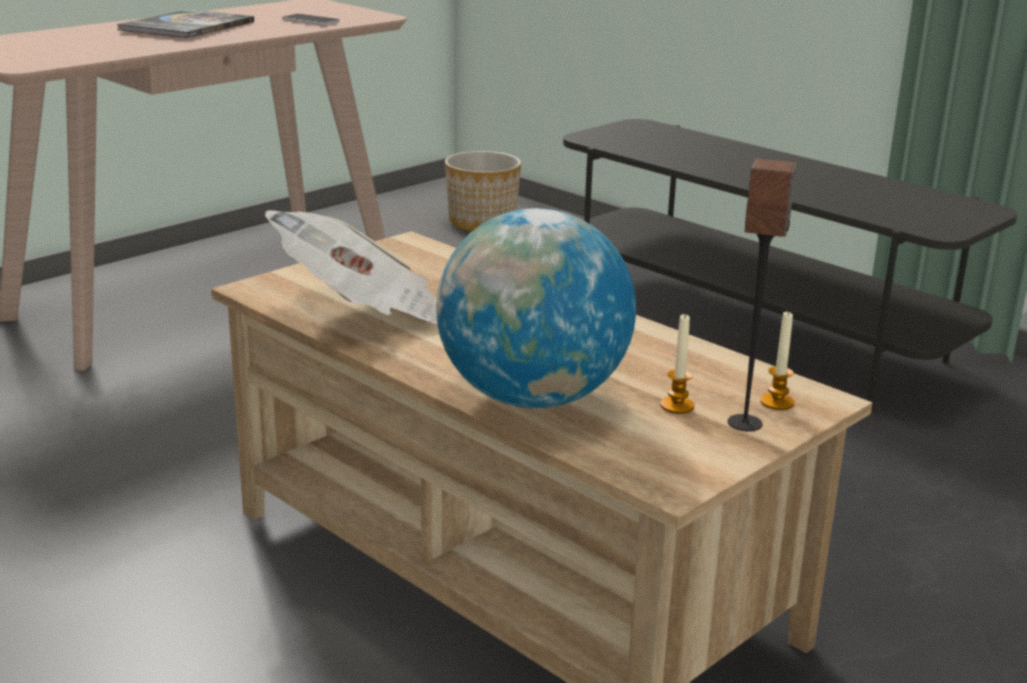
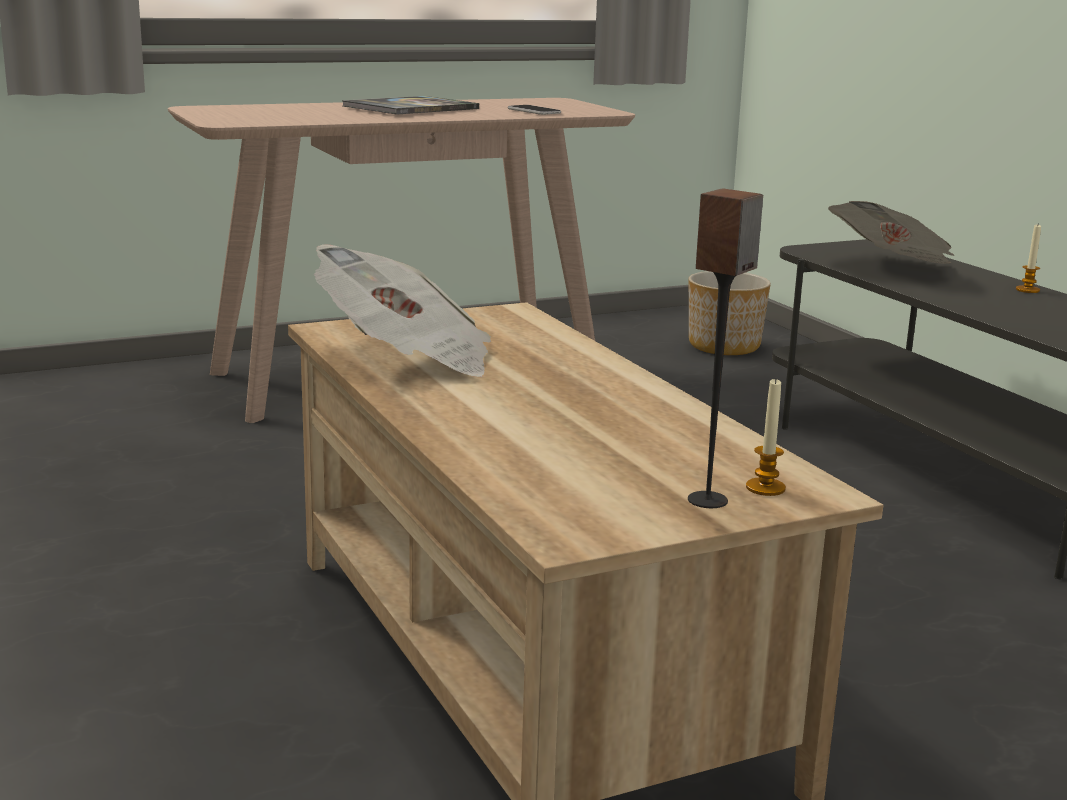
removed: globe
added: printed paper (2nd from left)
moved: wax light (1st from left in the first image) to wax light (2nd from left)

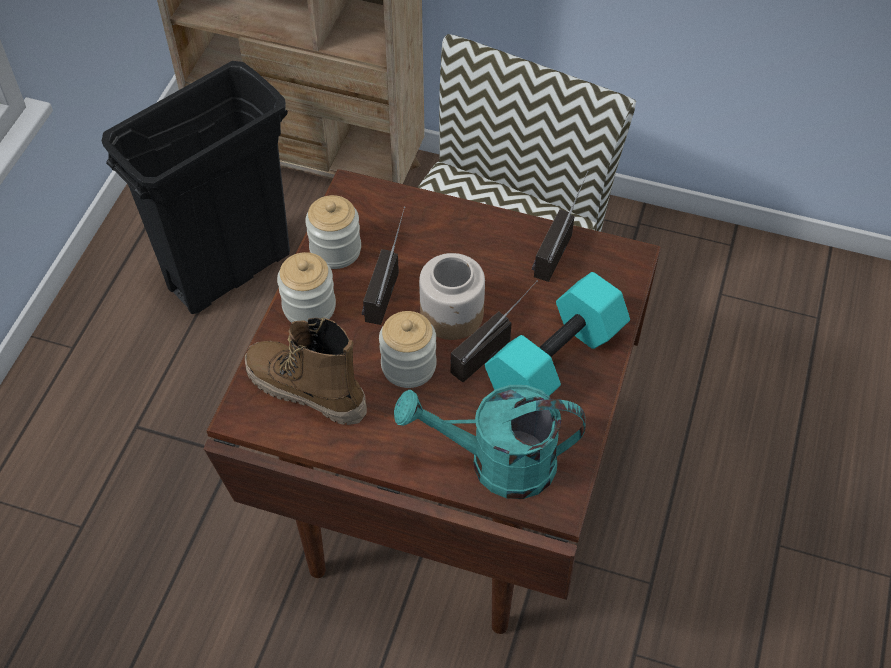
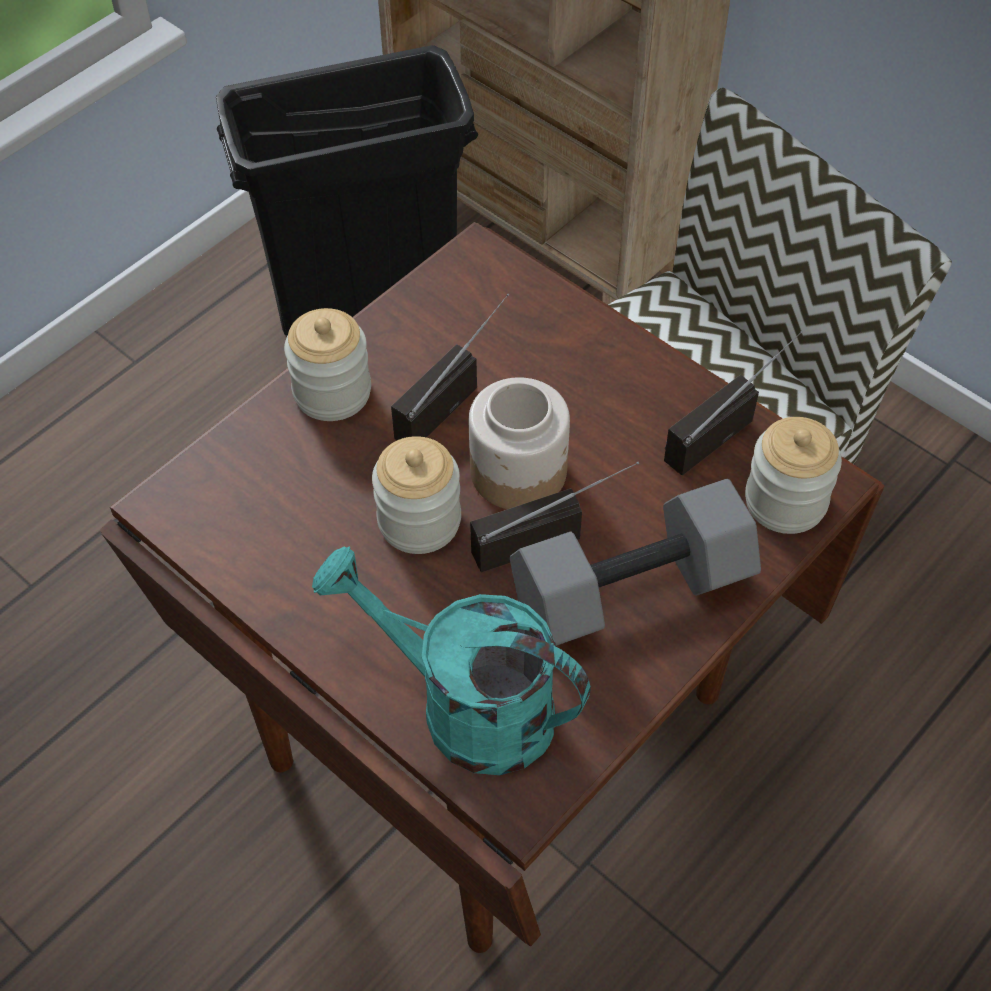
removed: boot
moved: jar (2nd from left in the first image) to jar (4th from left)
recoloured: blue-green hand weight to grey hand weight

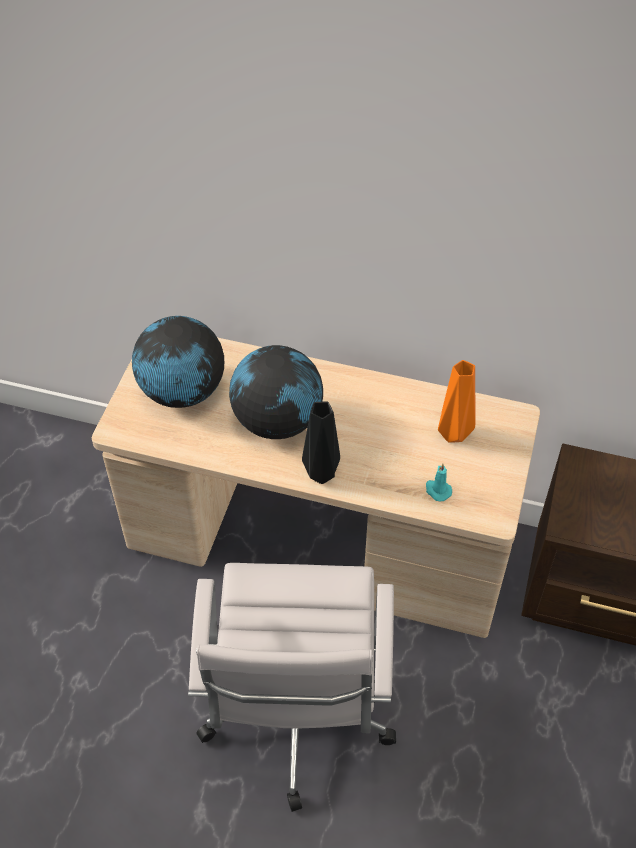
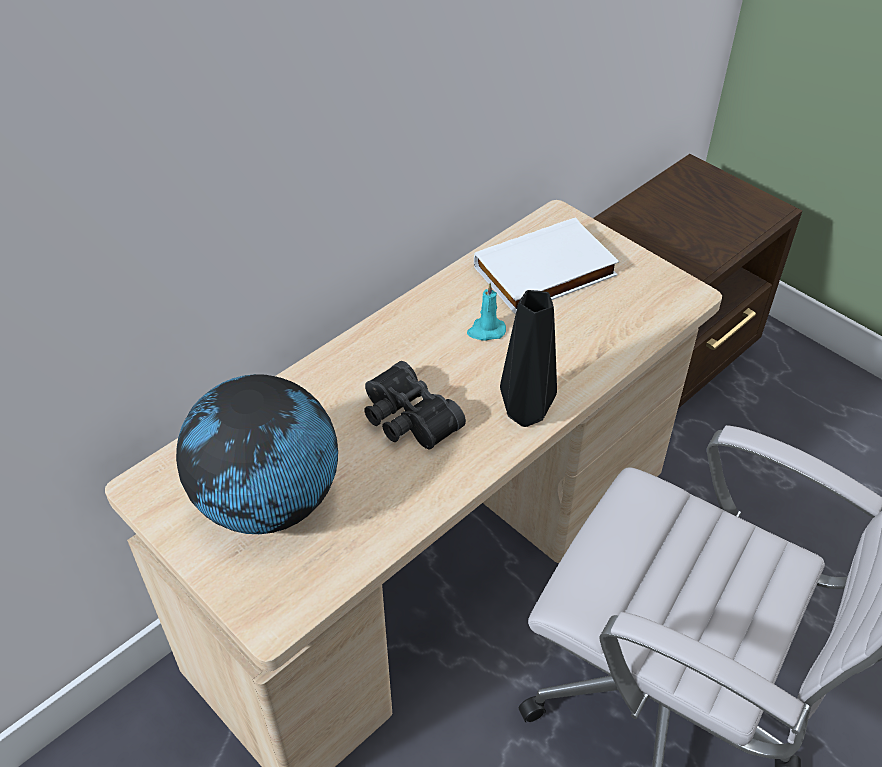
moved: blue-green wax light
replaced: globe (2nd from left) to black pair of binoculars; orange-coloured decorative vase to white book

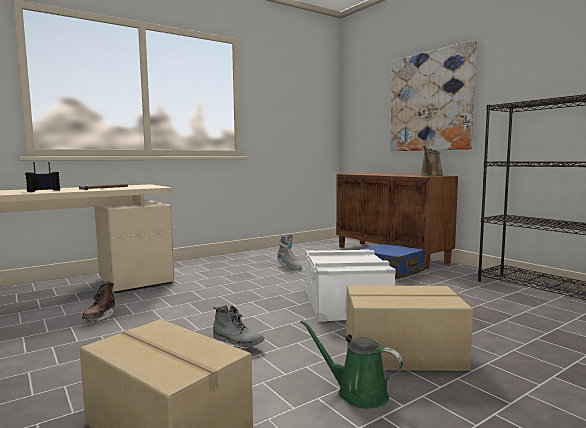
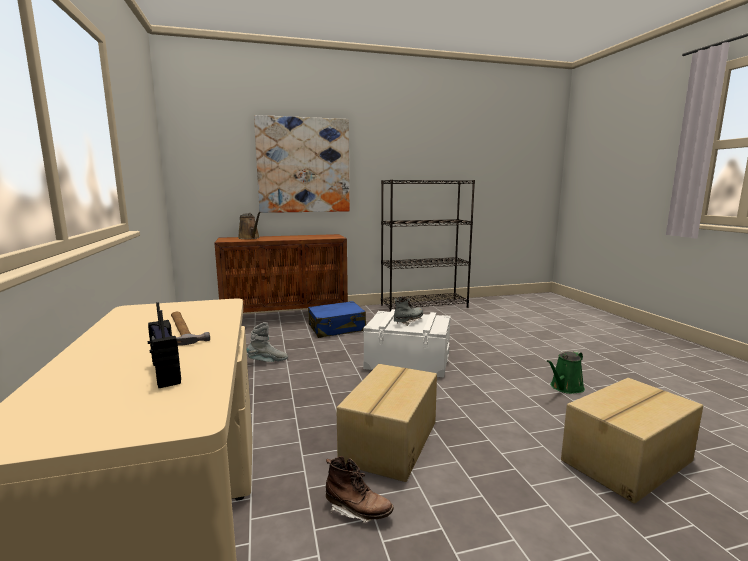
moved: grey boot (1st from left in the first image) to grey boot (2nd from left); carton (2nd from left in the first image) to carton (1st from left); brown-coloured watering pot

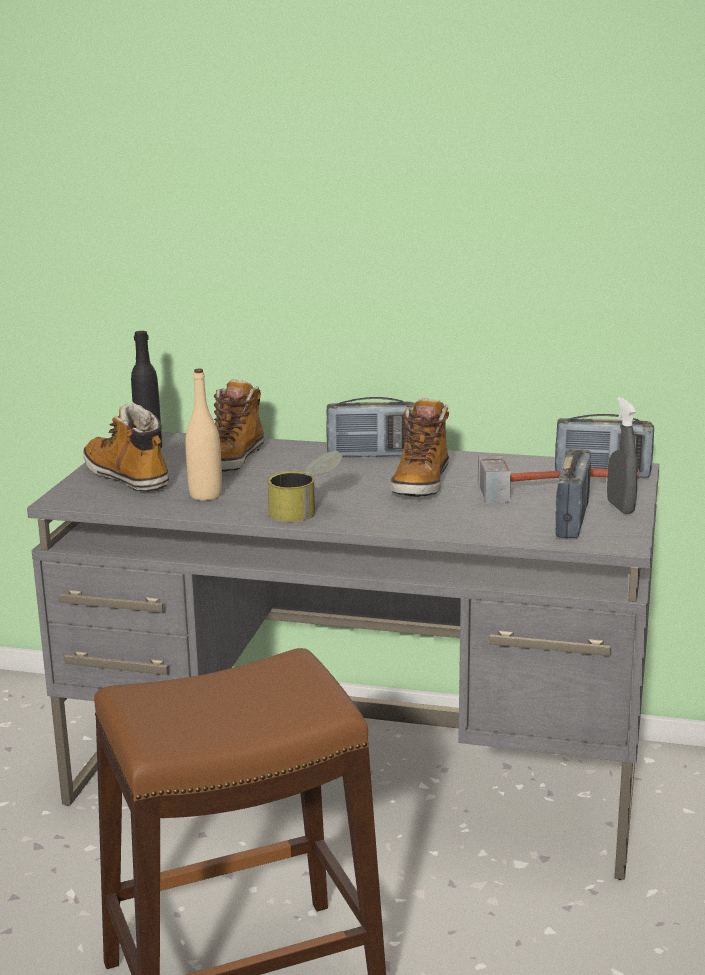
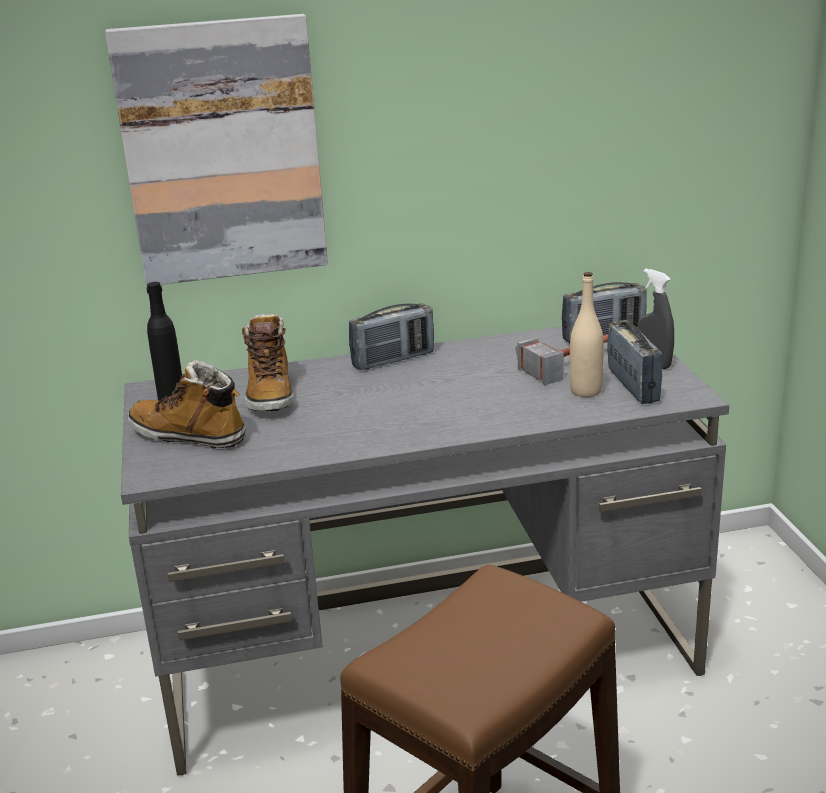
removed: sealed can; boot (3rd from left)
added: wall art
moved: beige-coloured bottle

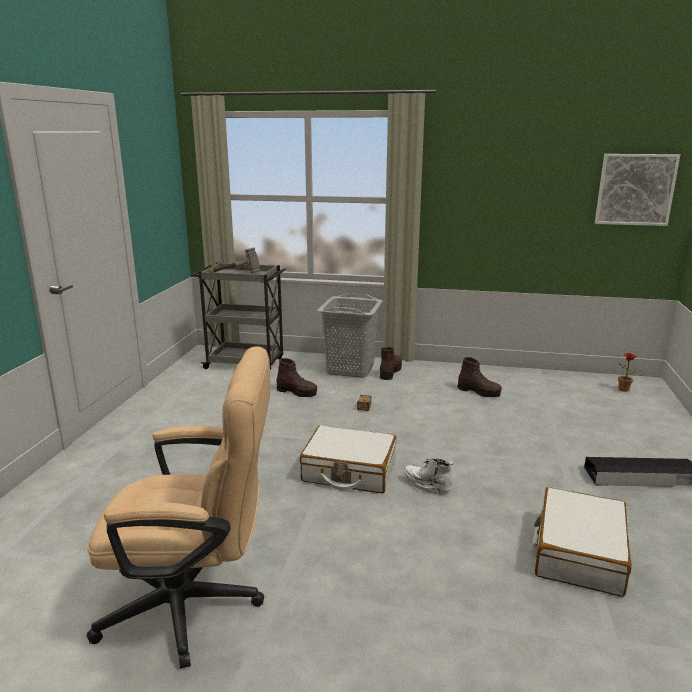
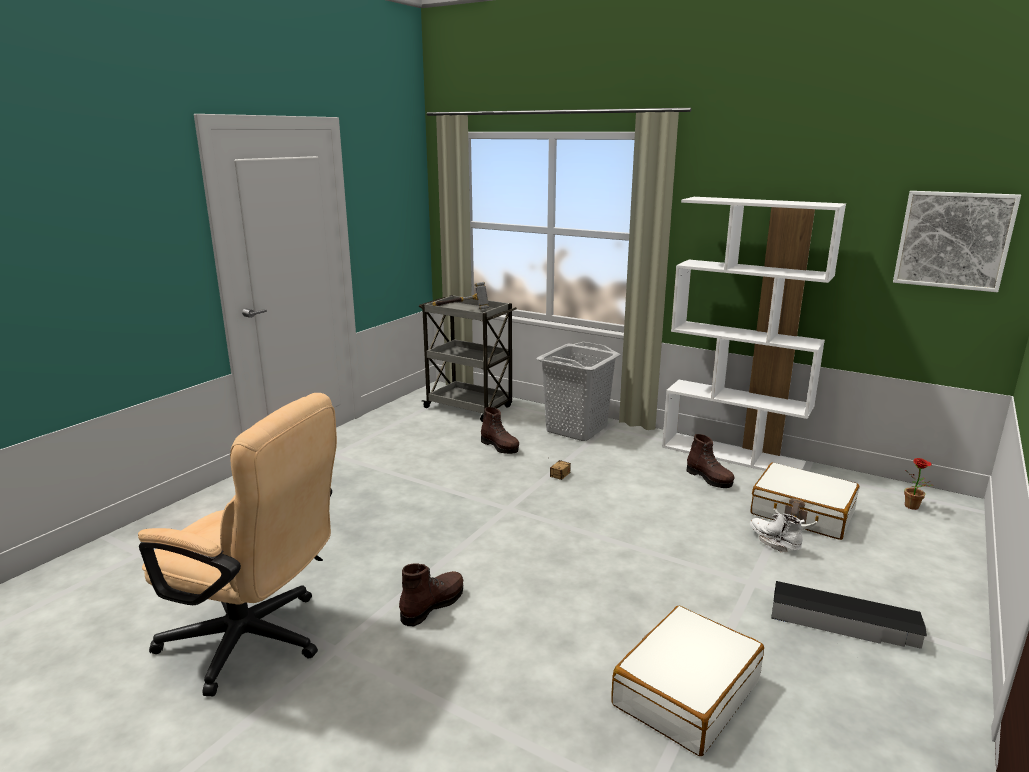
added: white shelving unit
moved: white suitcase (1st from left in the first image) to white suitcase (2nd from left); brown-coloured boot (2nd from left in the first image) to brown-coloured boot (1st from left); white boot

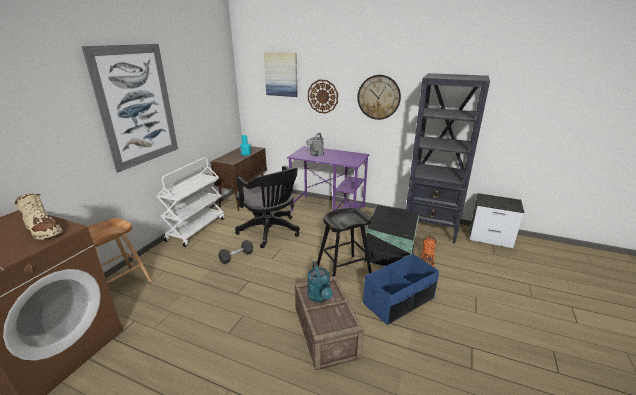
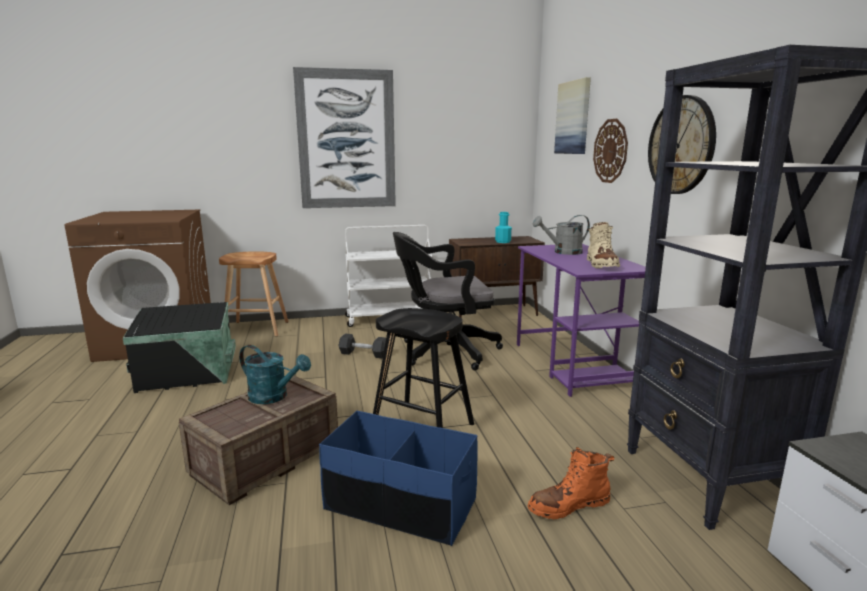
moved: beige-coloured boot; black storage box
turned: black computer chair 60 degrees clockwise; blue-green watering pot 105 degrees counterclockwise

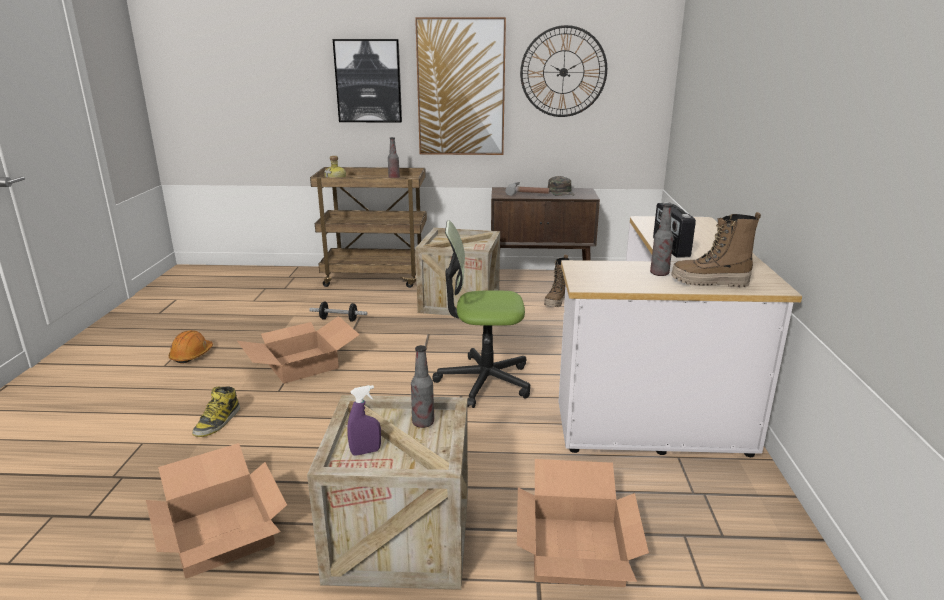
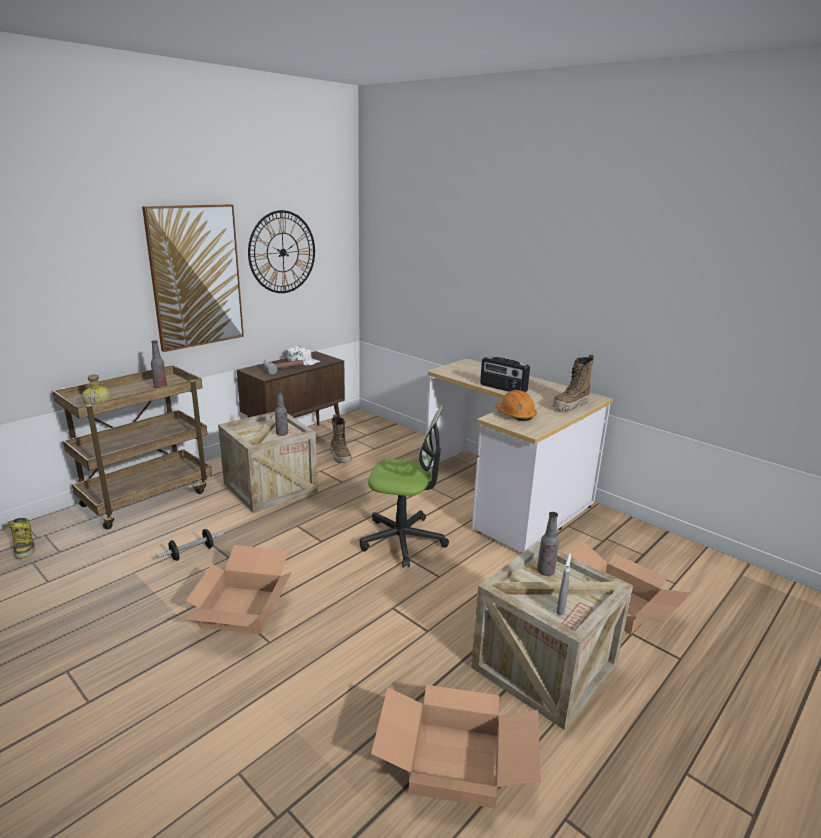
removed: wall art (1st from left)
moved: orange-coloured safety helmet; boot (1st from left); bottle (4th from left in the first image) to bottle (3rd from left)
recoloured: purple-coloured sprayer to grey sprayer; green baseball cap to white baseball cap
turned: computer chair 120 degrees counterclockwise

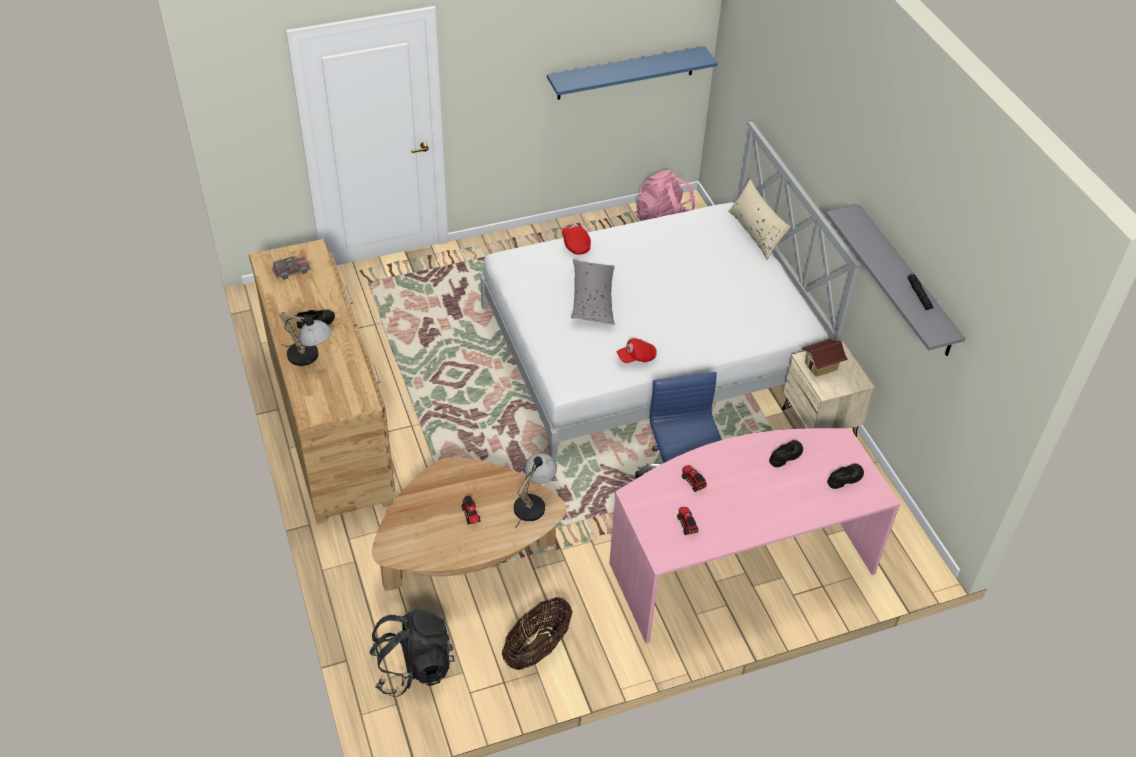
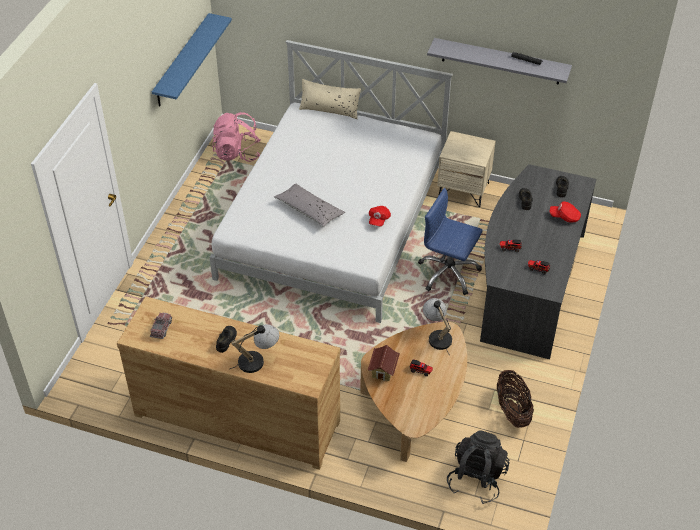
moved: red-coloured baseball cap (1st from left in the first image) to red-coloured baseball cap (2nd from left); toy house
recoloured: pink desk table to grey desk table

